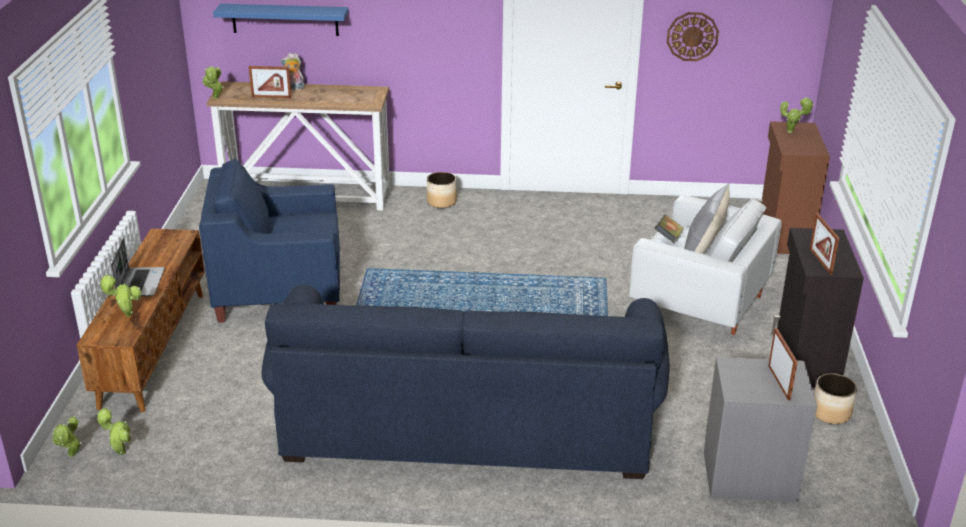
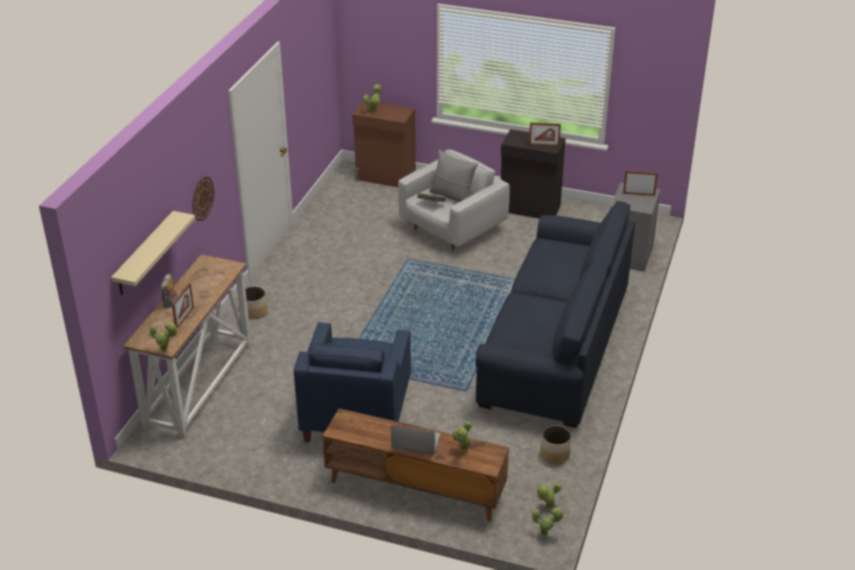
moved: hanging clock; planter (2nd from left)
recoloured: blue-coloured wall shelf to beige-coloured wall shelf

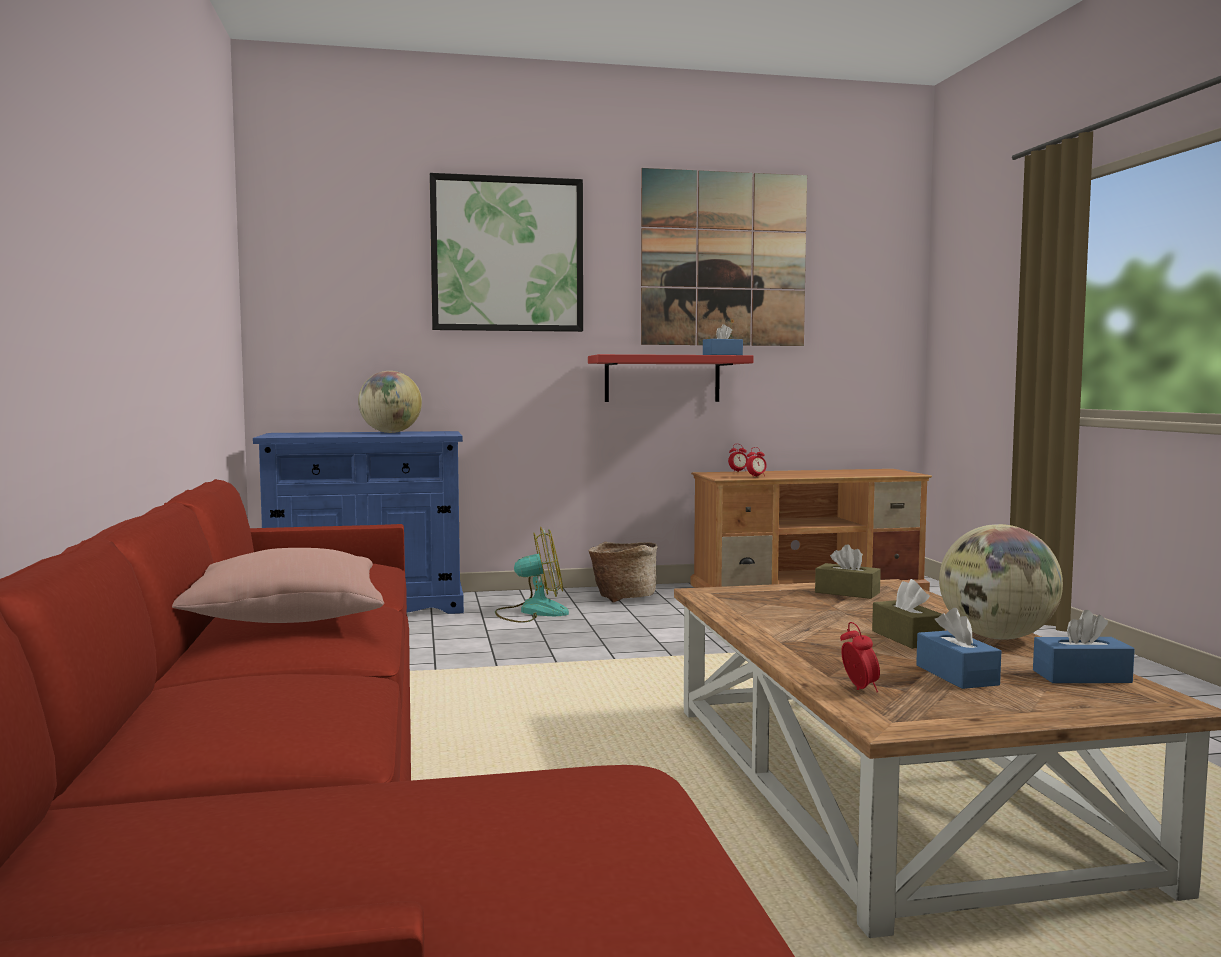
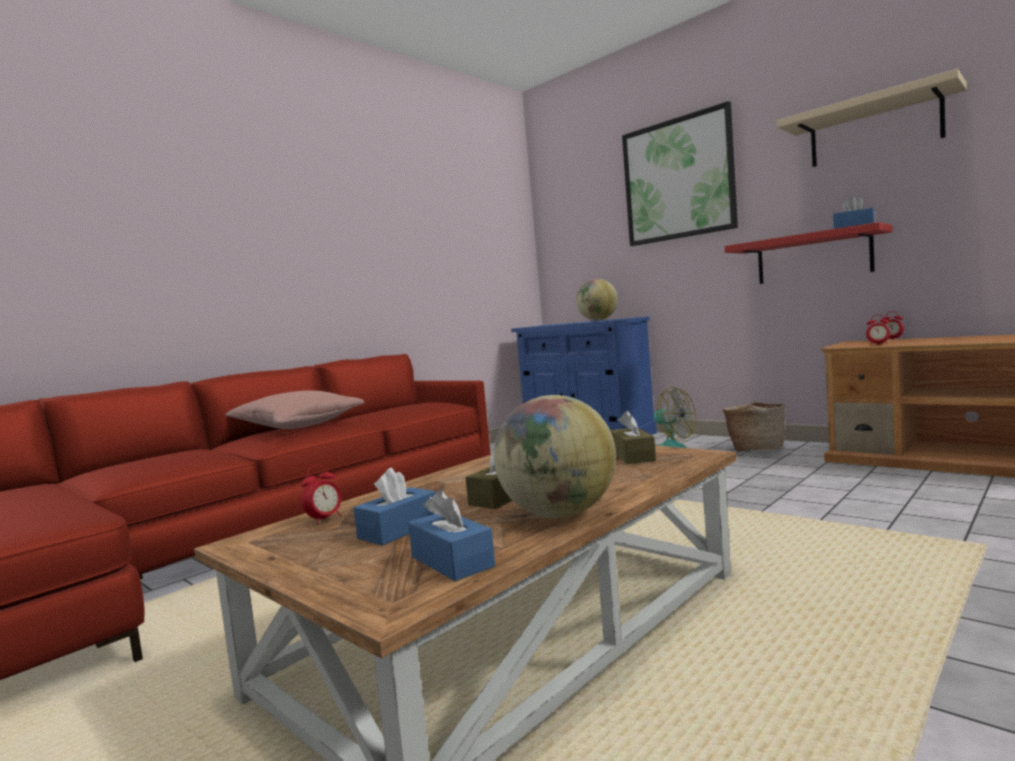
replaced: wall art (2nd from left) to beige-coloured wall shelf

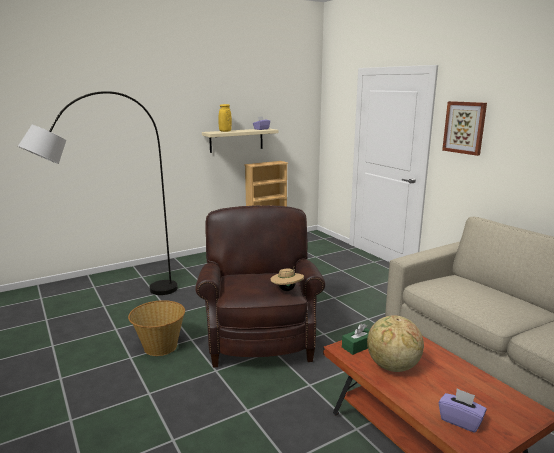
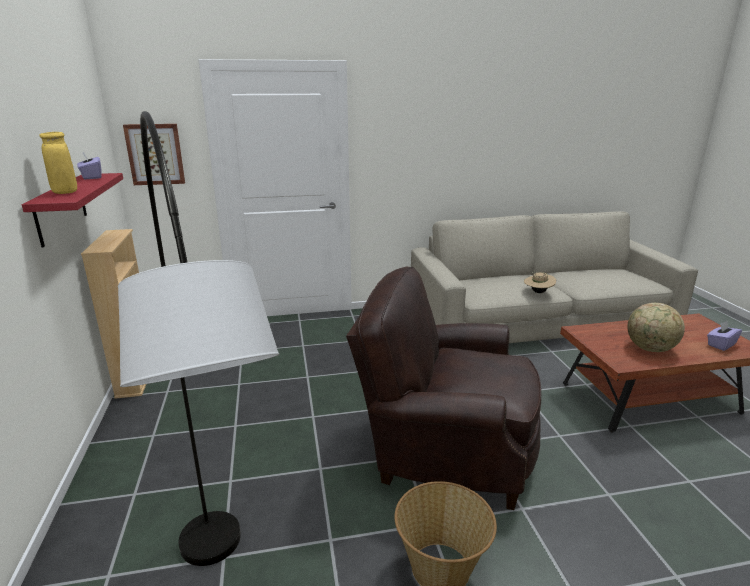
removed: green tissue box
moved: beige-coloured hat; wall art
recoloured: beige-coloured wall shelf to red-coloured wall shelf

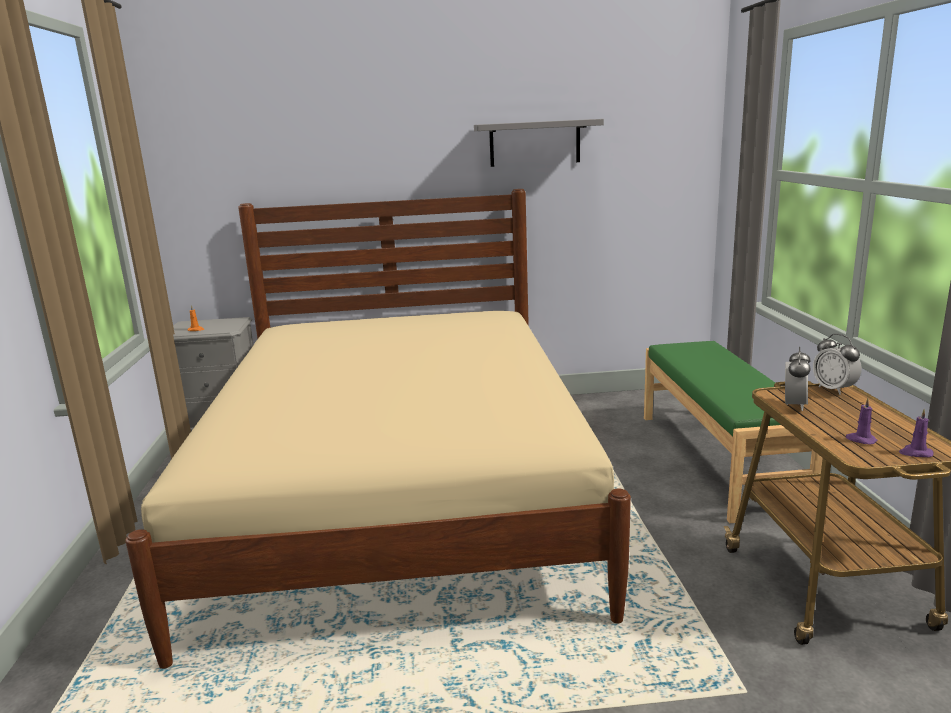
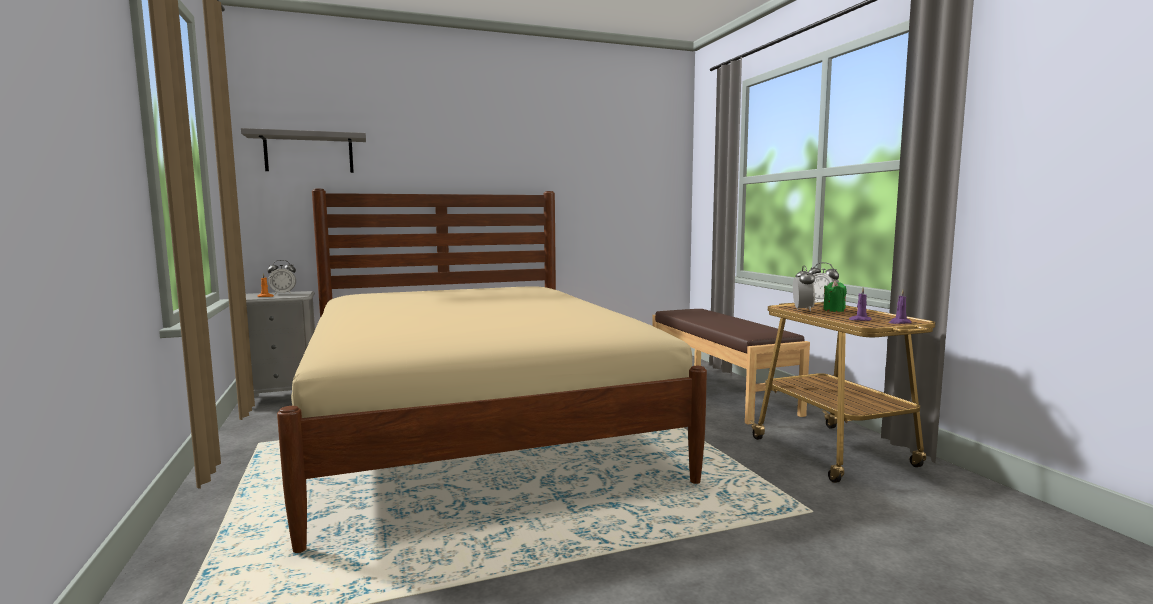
added: alarm clock (1st from left); green wax light
moved: grey wall shelf
recoloured: green indoor bench to brown-coloured indoor bench

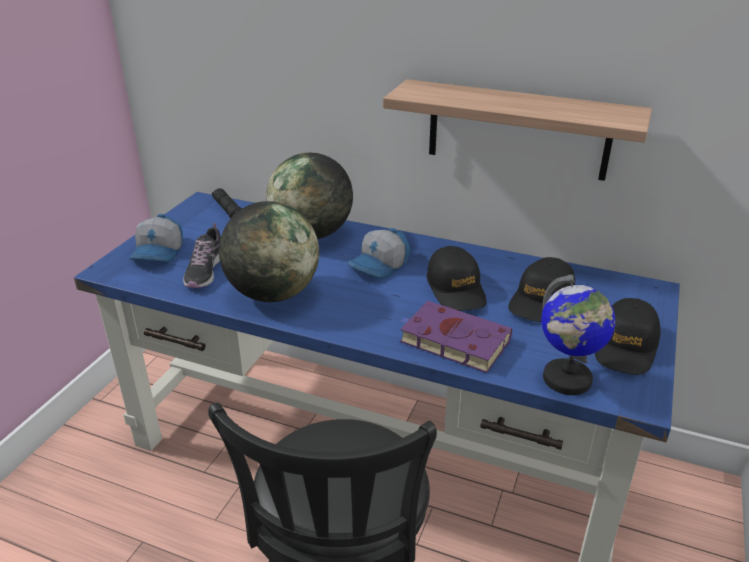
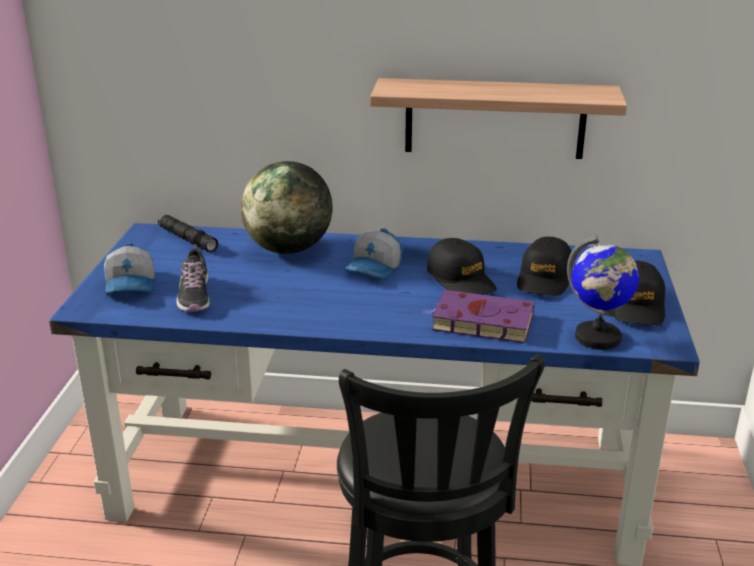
removed: globe (1st from left)

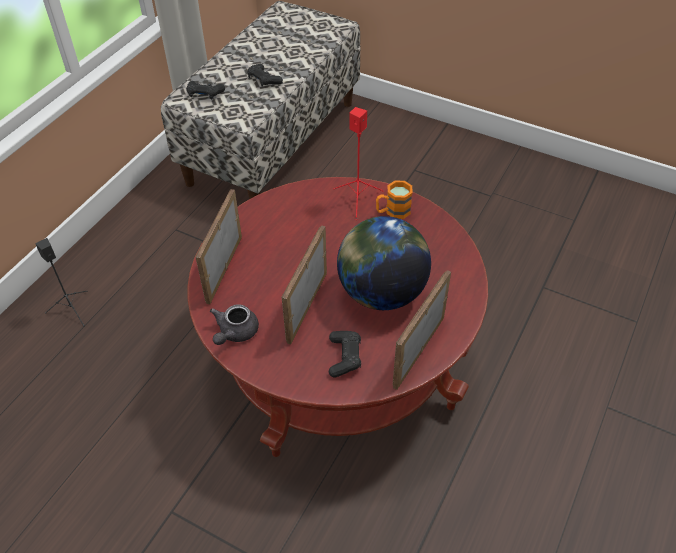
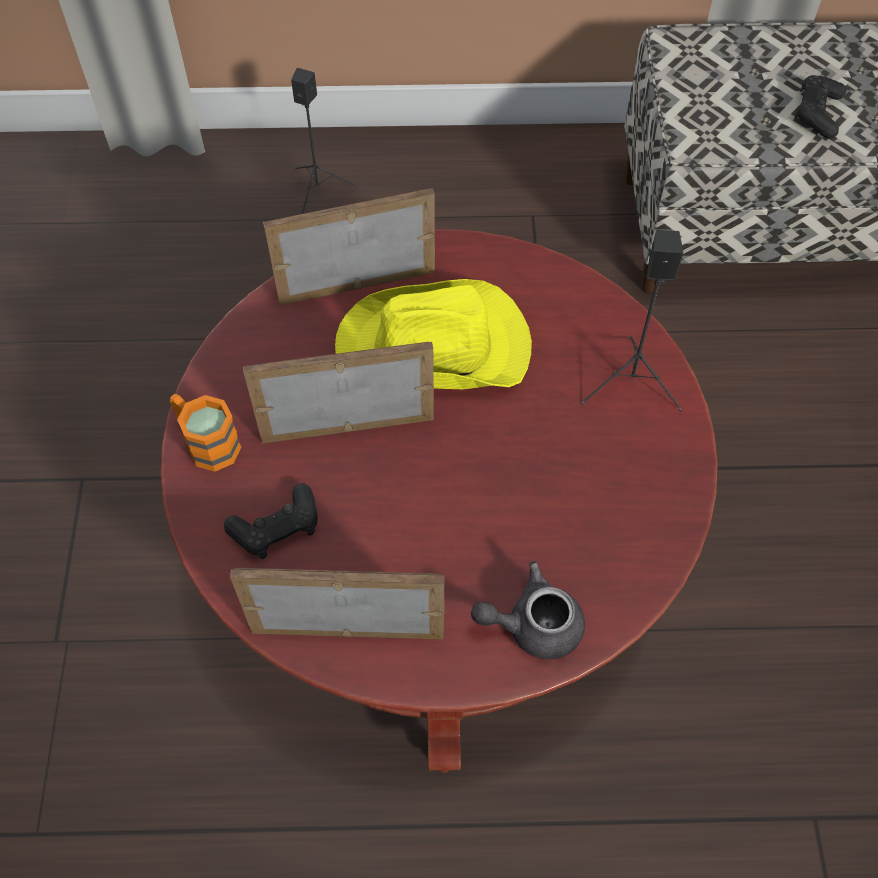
removed: black joypad (1st from left); globe
added: yellow hat
moved: grey teapot; orange-coloured mug
recoloured: red-coloured speaker to black speaker (2nd from left)

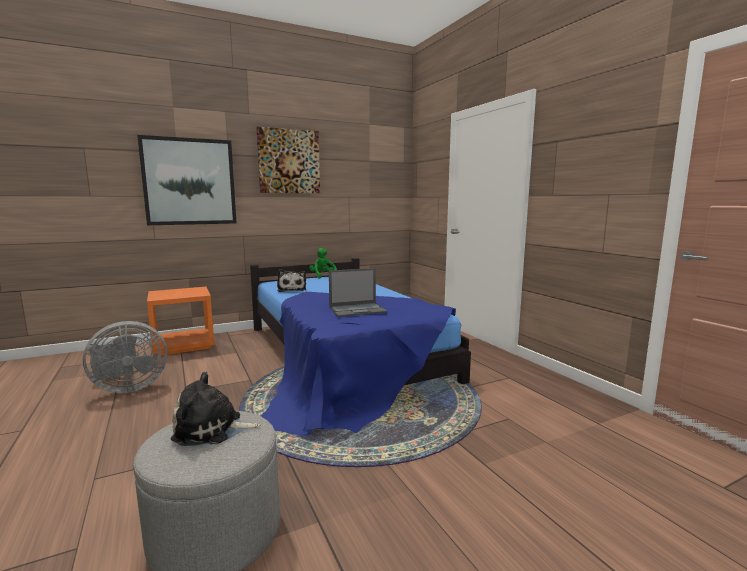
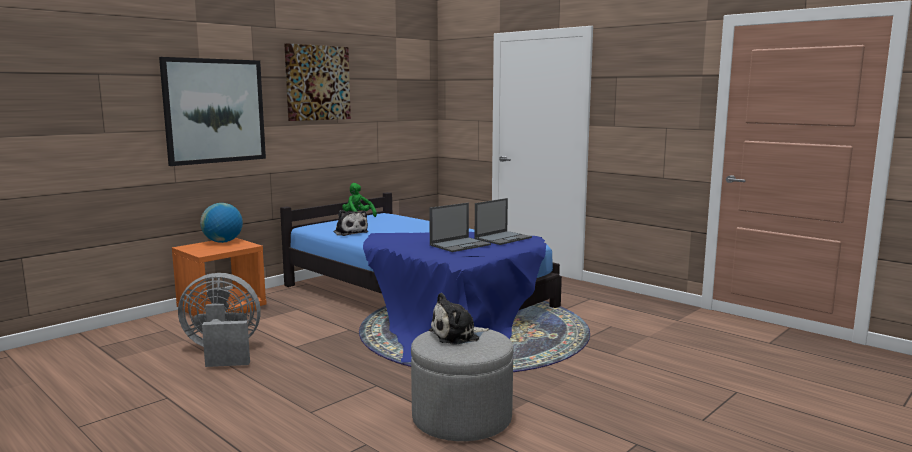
added: globe; notebook computer (2nd from left)
turned: grey electric fan 135 degrees counterclockwise

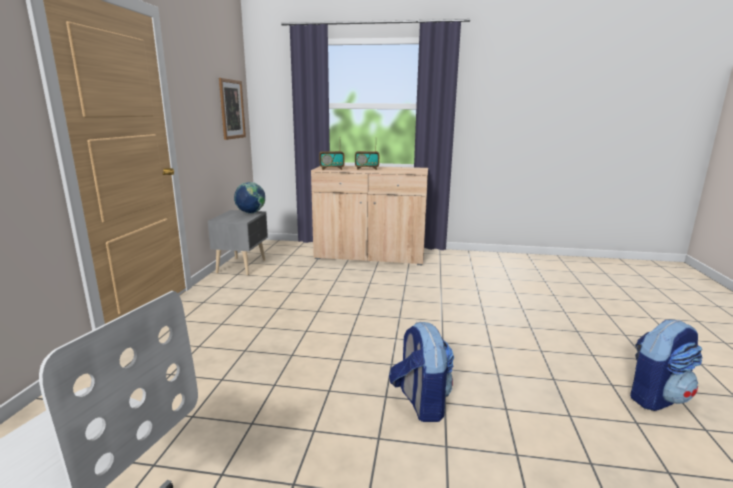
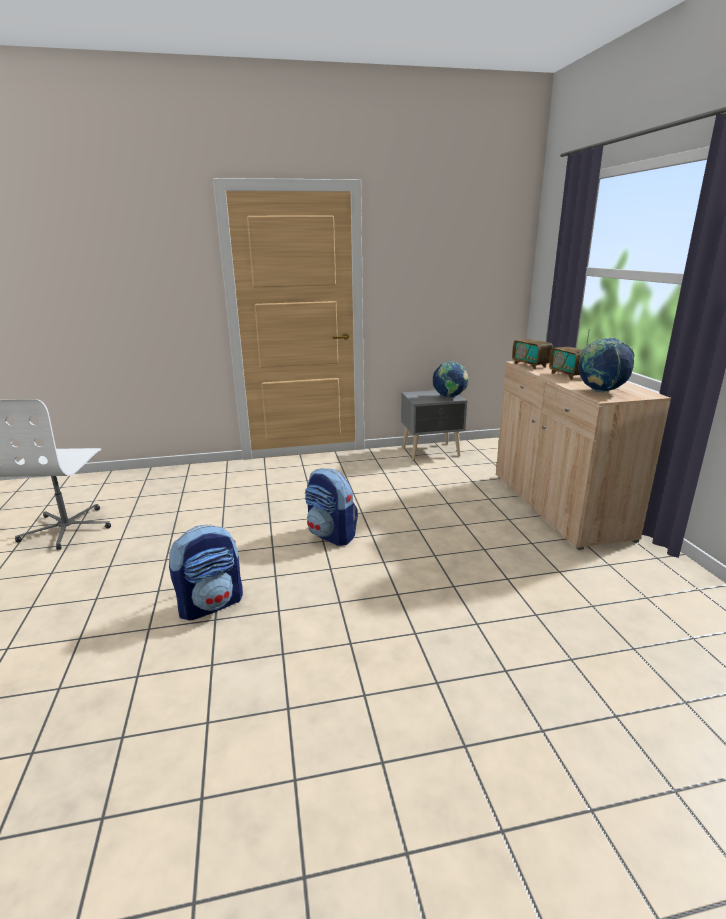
removed: wall art
added: globe (2nd from left)
moved: rucksack (2nd from left)

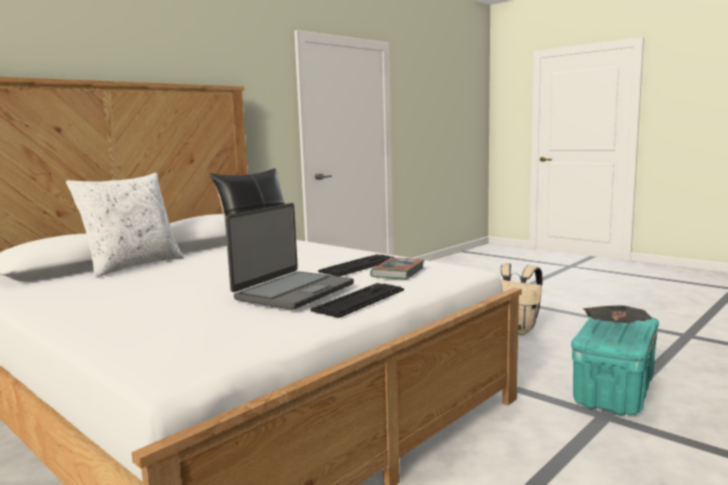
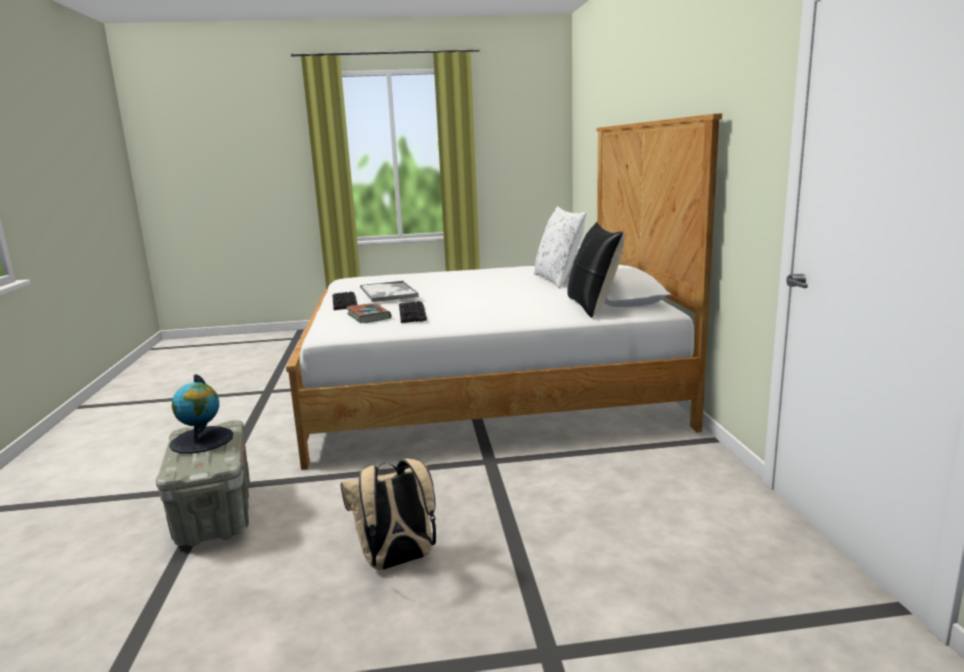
replaced: notebook computer to tray; printed paper to globe
recoloured: blue-green storage box to grey storage box

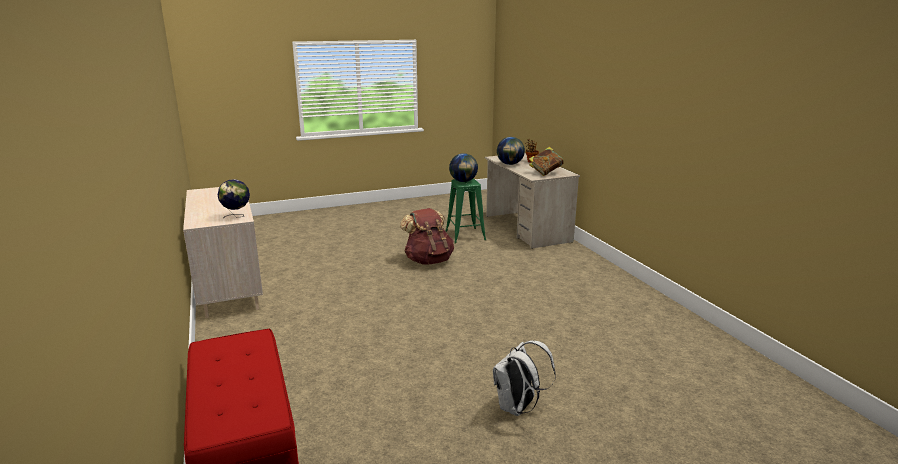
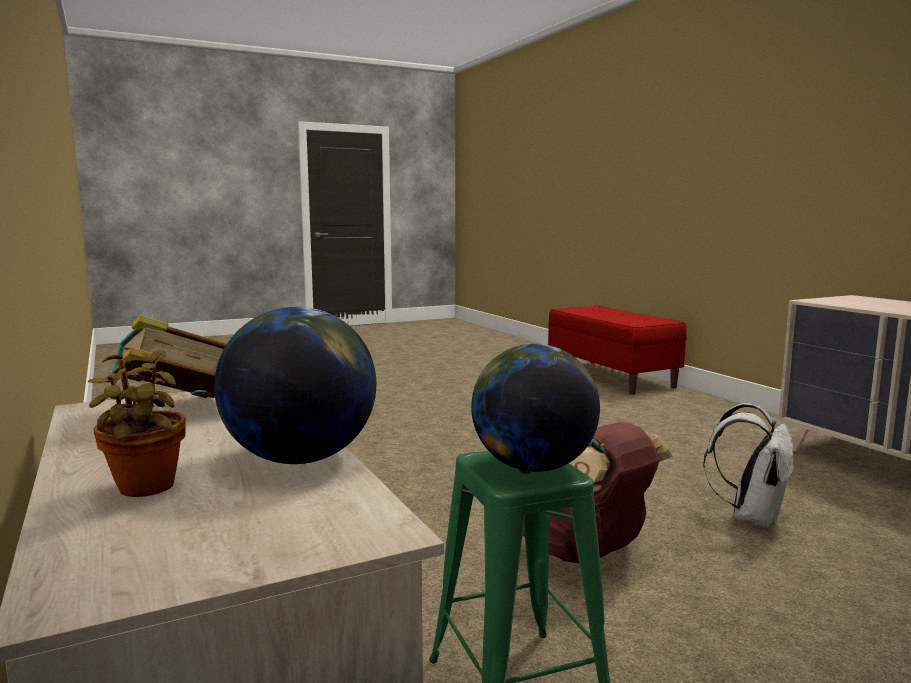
removed: globe (1st from left)
moved: white rucksack

